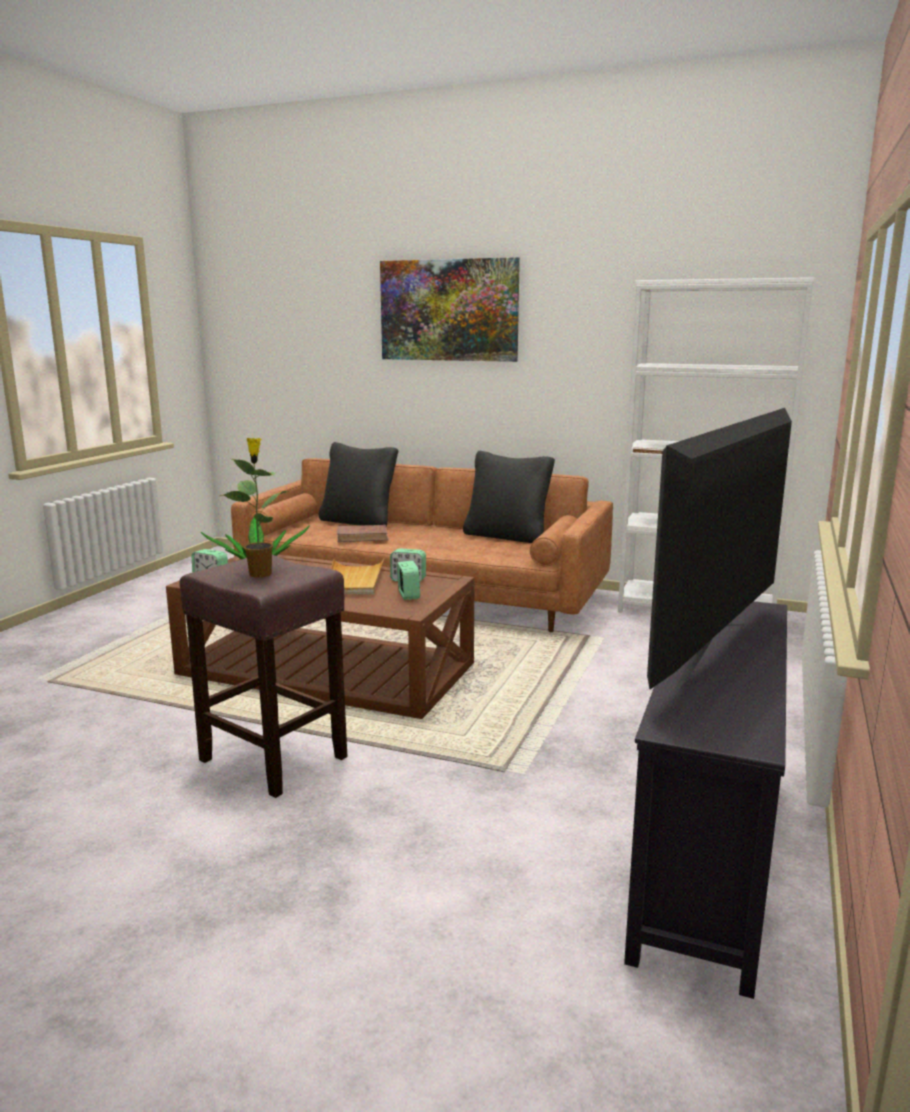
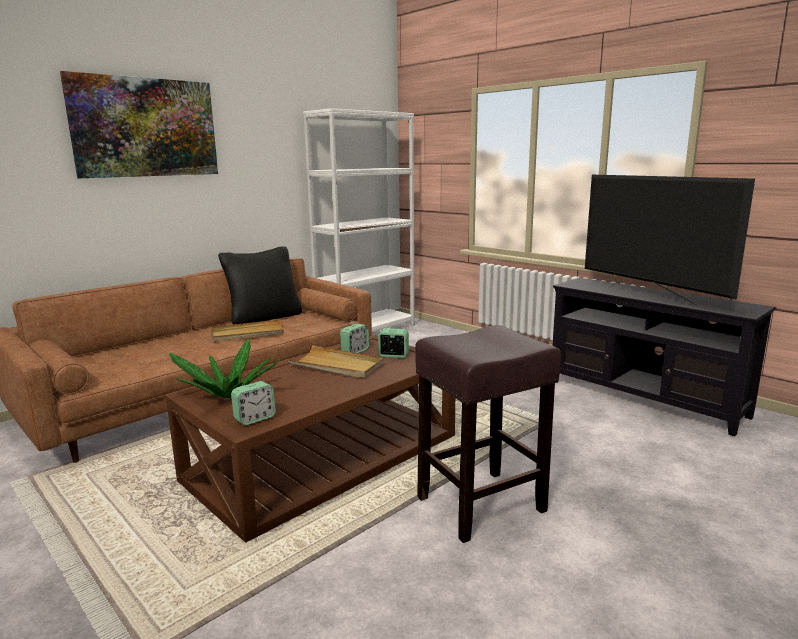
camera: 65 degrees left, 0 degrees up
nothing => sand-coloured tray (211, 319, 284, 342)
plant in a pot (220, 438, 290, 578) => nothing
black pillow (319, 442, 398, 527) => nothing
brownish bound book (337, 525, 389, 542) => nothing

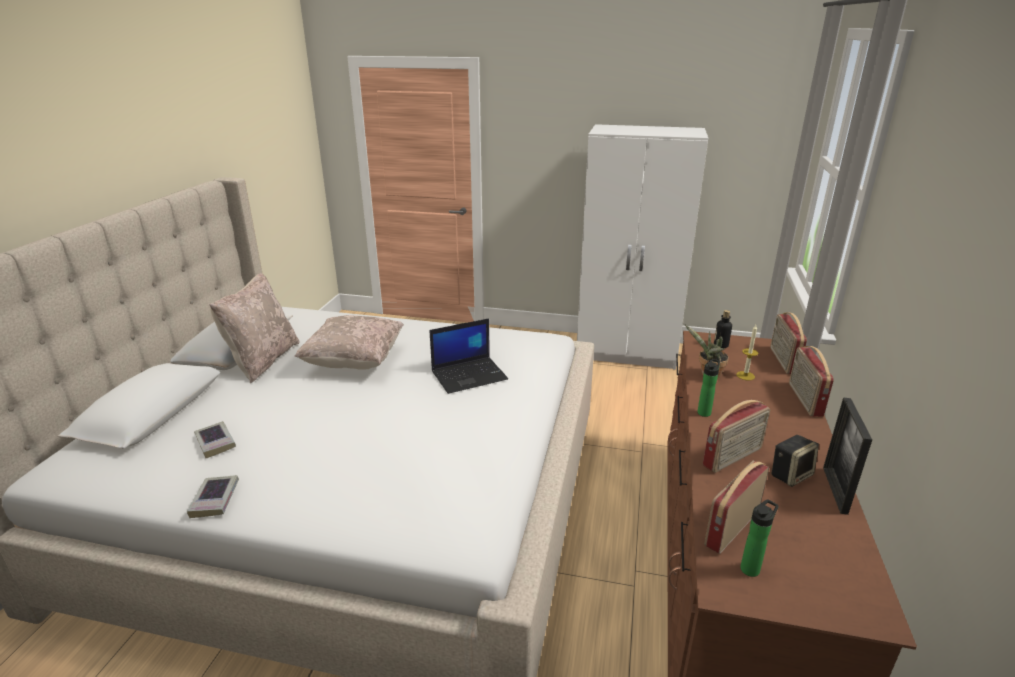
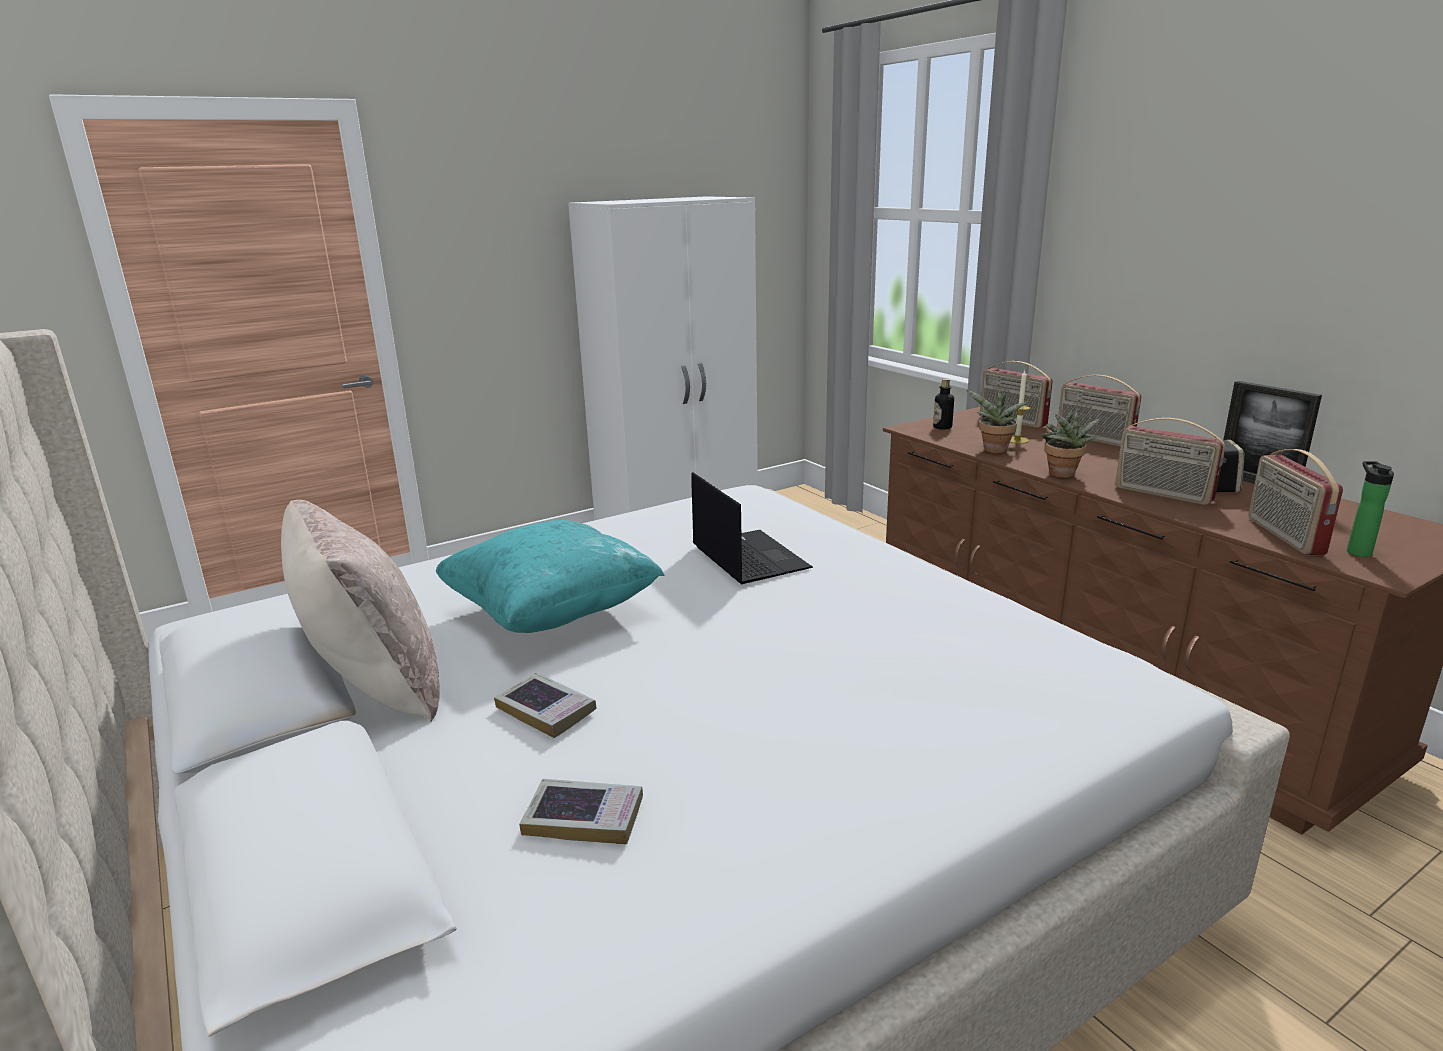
camera: 45 degrees left, 5 degrees down
sand-coloured pillow (294, 315, 404, 370) => turquoise-coloured pillow (436, 520, 665, 633)
bound book (187, 475, 239, 518) => bound book (494, 673, 597, 738), moved
portable computer (430, 318, 508, 394) => portable computer (691, 472, 813, 584), 45 degrees counterclockwise
bottle (697, 359, 720, 417) => plant in a pot (1041, 407, 1101, 478)
radio set (703, 400, 770, 473) => radio set (1115, 418, 1225, 505), 120 degrees clockwise

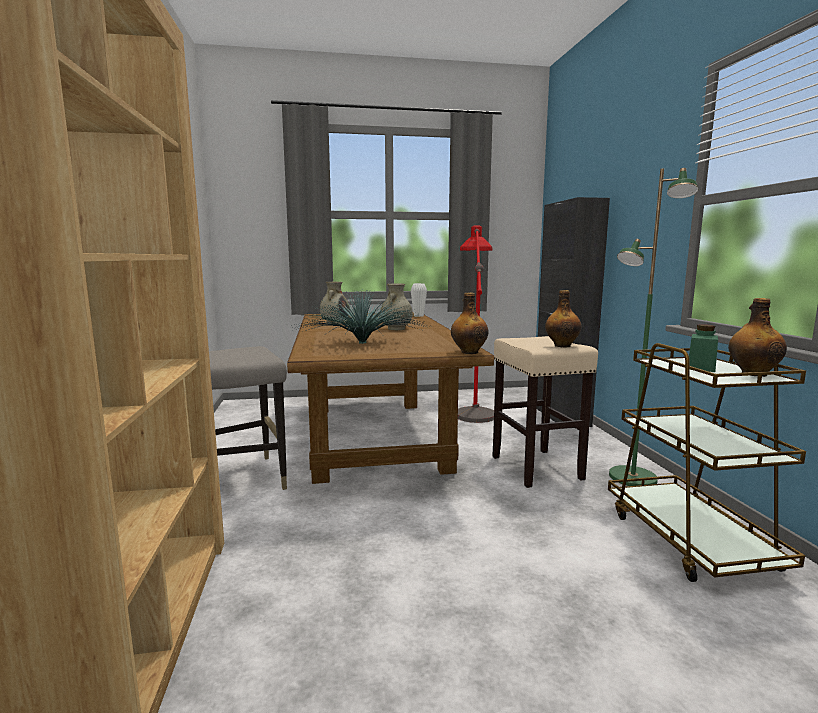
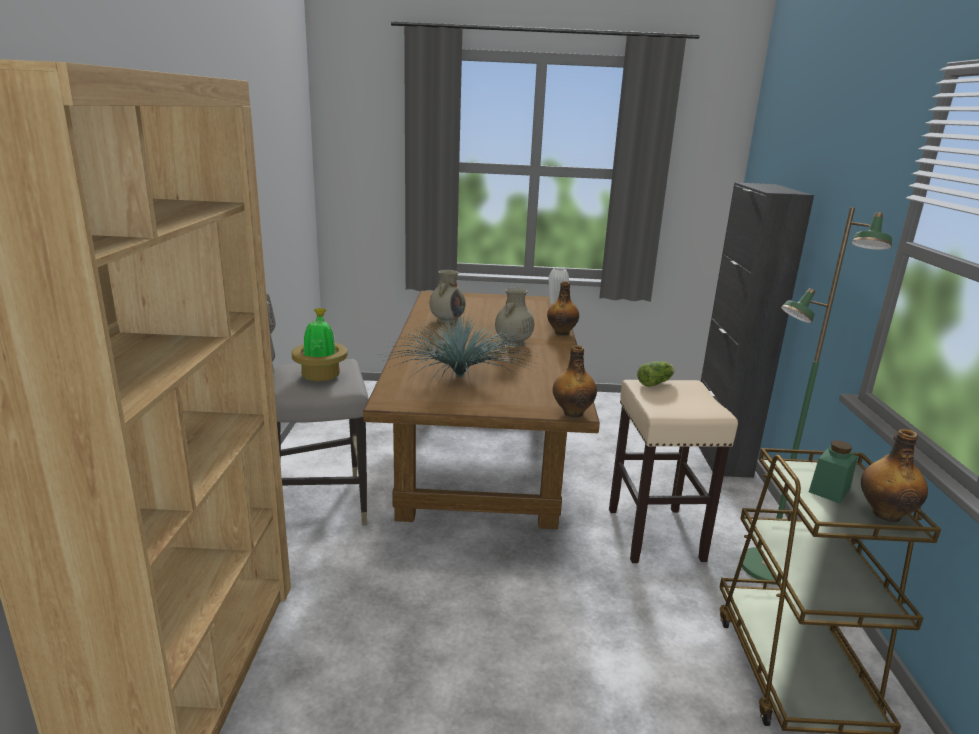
camera: 10 degrees right, 10 degrees up
nothing => plant in a pot (291, 308, 348, 381)
bottle (545, 290, 581, 348) => bottle (547, 282, 579, 335), moved
nothing => head of lettuce (637, 361, 675, 387)
reddish floor lamp (458, 225, 494, 423) => nothing

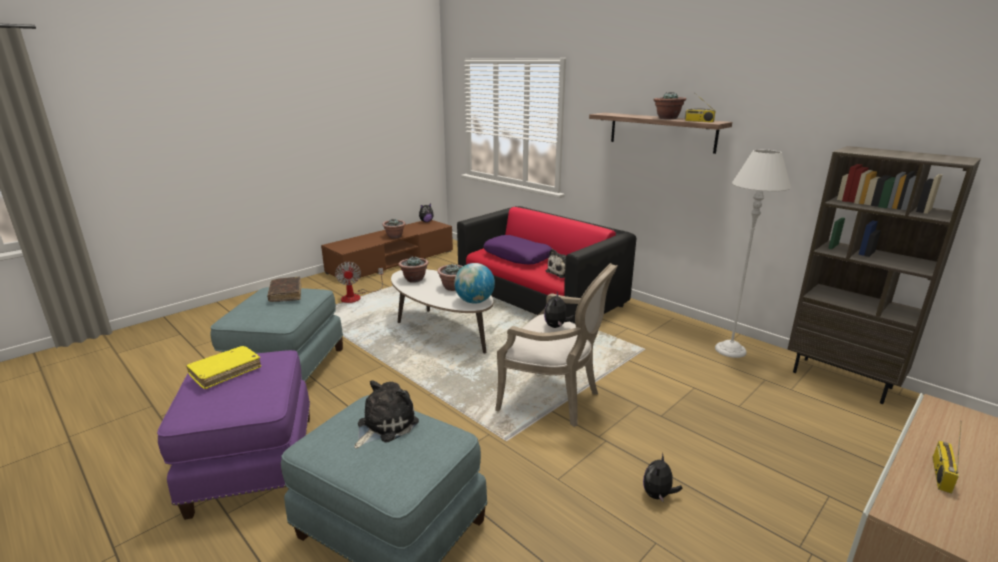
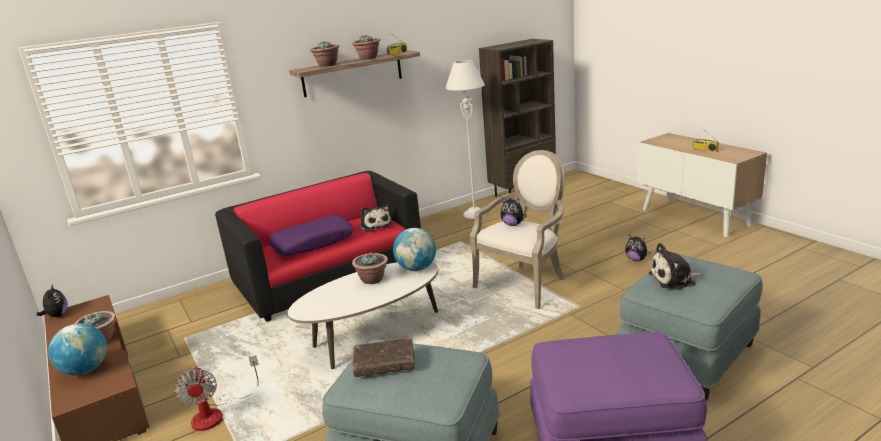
camera: 75 degrees left, 0 degrees up
nothing => globe (48, 323, 107, 375)
fan (335, 262, 383, 303) => fan (174, 355, 259, 431), 75 degrees clockwise
plant in a pot (399, 256, 429, 283) => plant in a pot (310, 41, 340, 67), moved
soft toy (354, 380, 419, 449) => soft toy (648, 243, 703, 290), 60 degrees counterclockwise
yellowish bound book (186, 346, 261, 389) => nothing

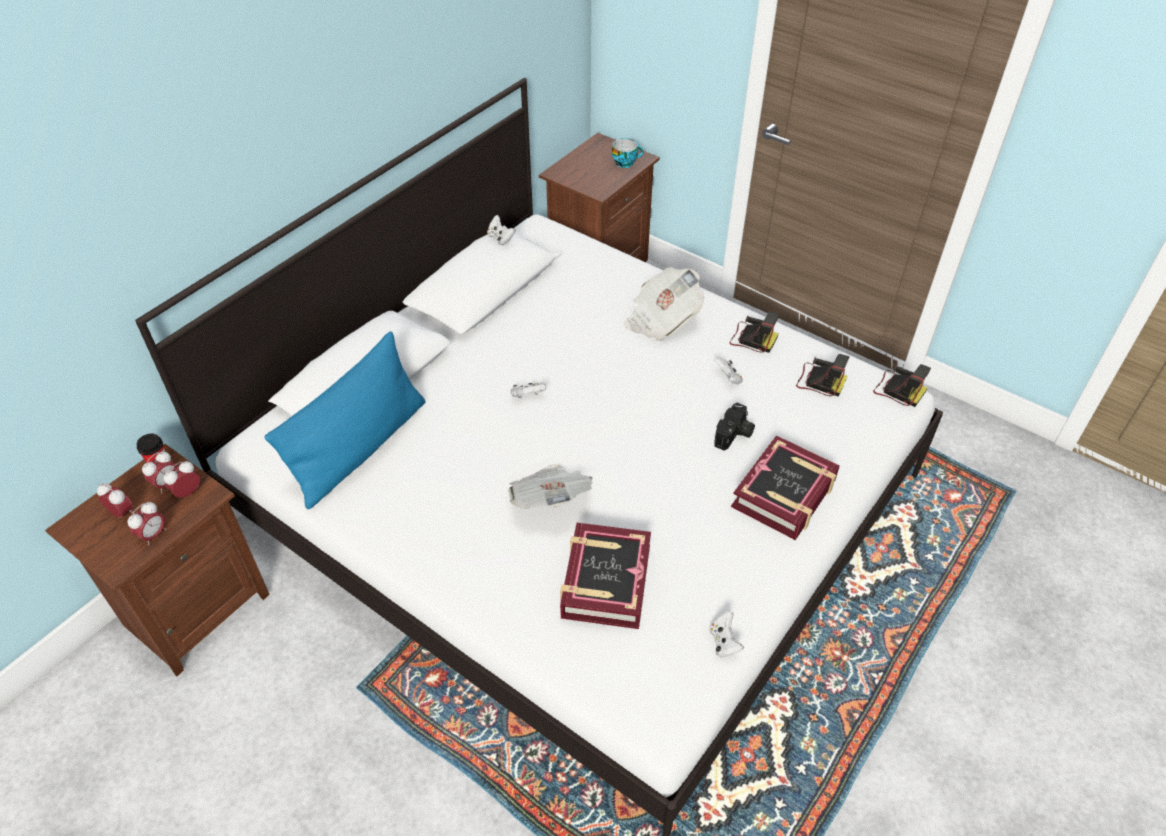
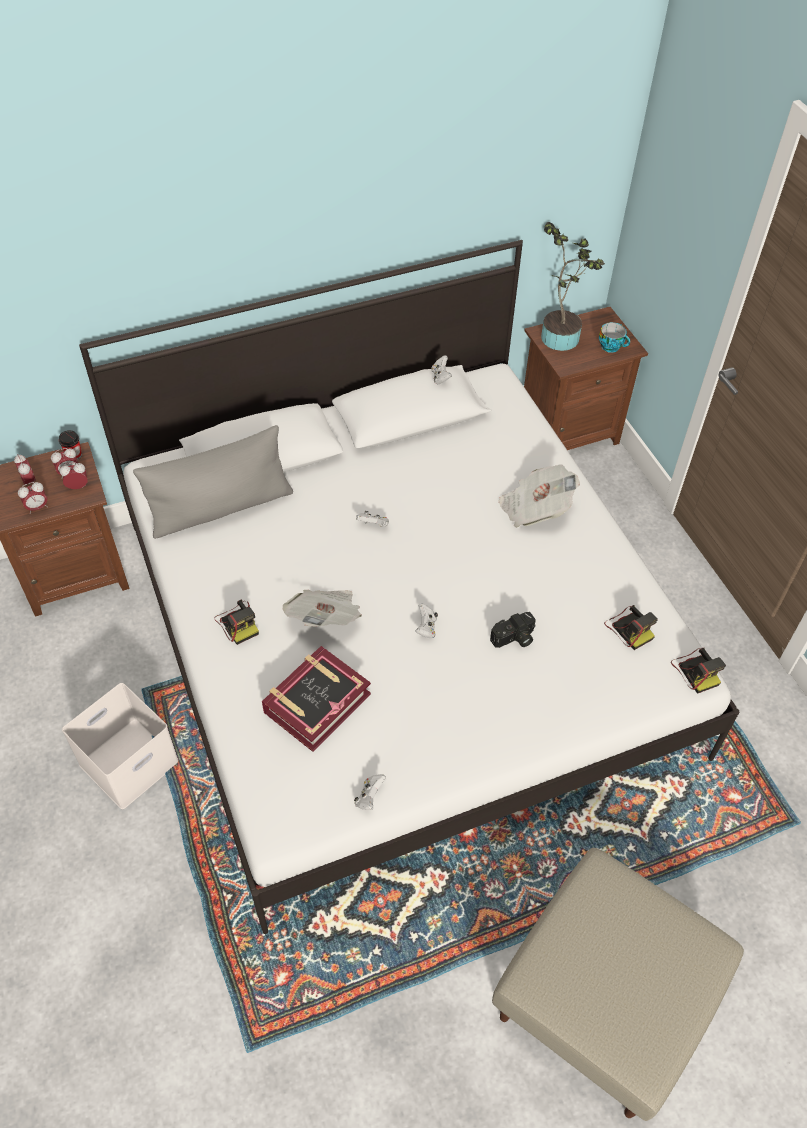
camera: 30 degrees right, 5 degrees up
nothing => whitish storage box (62, 683, 178, 809)
blue pillow (265, 331, 426, 509) => gray pillow (133, 425, 293, 539)
photo camera (729, 312, 779, 353) => photo camera (214, 599, 259, 645), moved
whitish gamepad (713, 356, 743, 384) => whitish gamepad (416, 603, 438, 638), moved
nothing => sand-coloured footrest (492, 848, 744, 1121)
nothing => plant in a pot (541, 222, 605, 351)
bound book (731, 435, 840, 540) => nothing

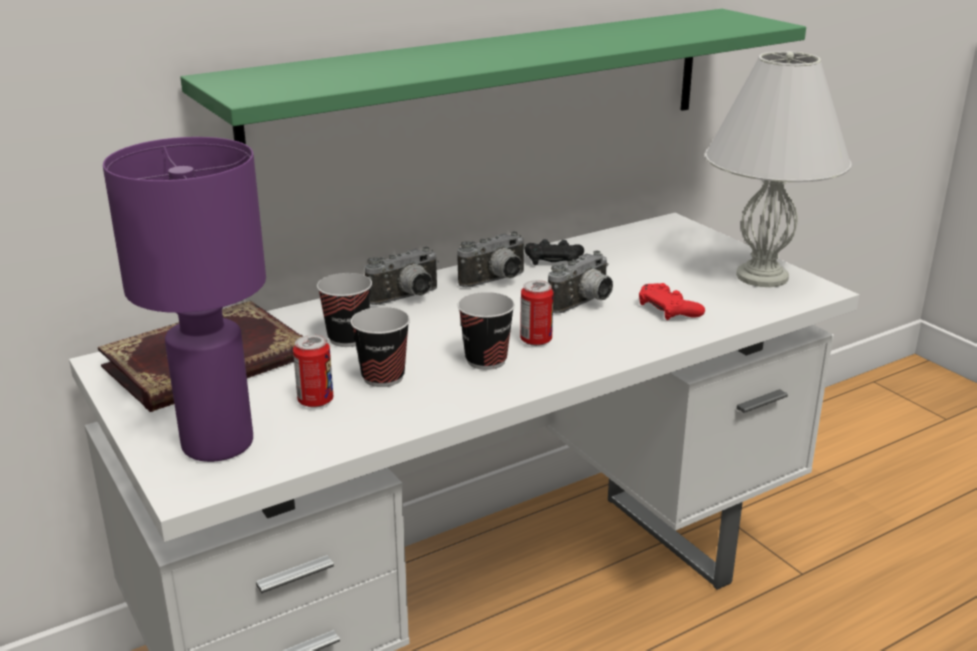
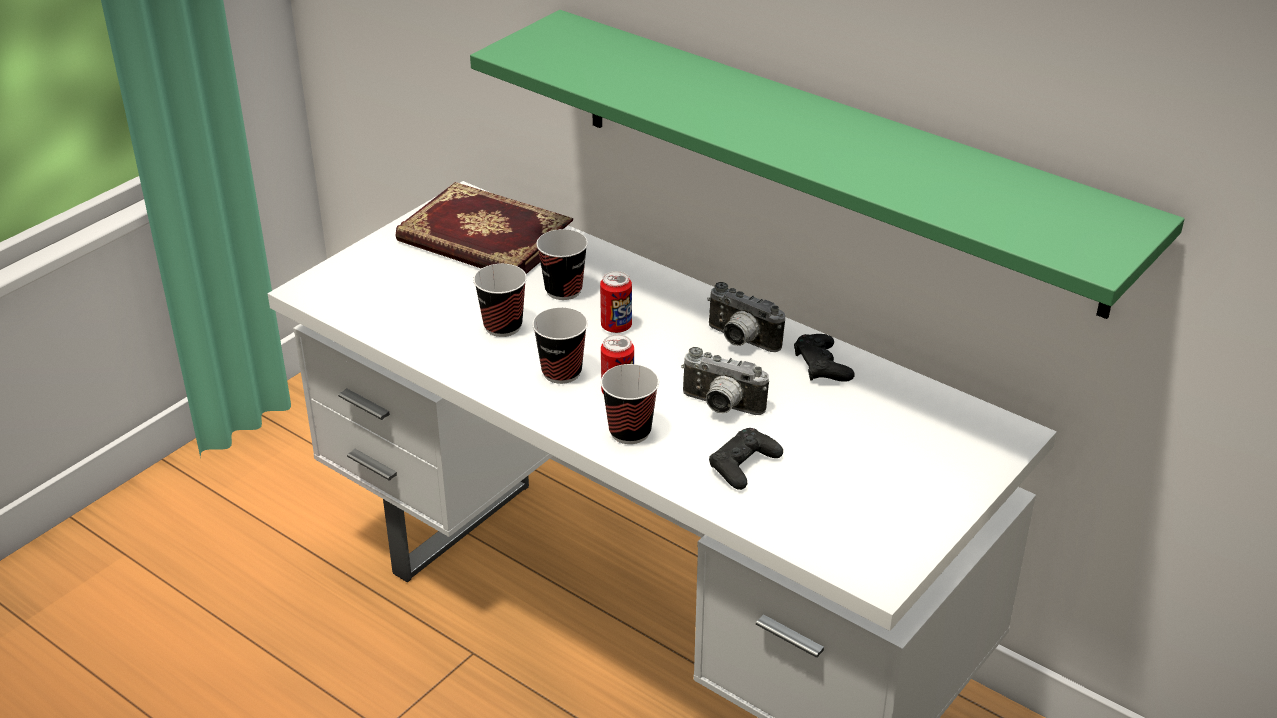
camera: 70 degrees right, 10 degrees up
metal can (293, 335, 333, 408) => metal can (600, 271, 632, 333), moved
nothing => drinking cup (601, 364, 659, 444)
reddish gamepad (639, 283, 705, 320) => black gamepad (709, 428, 783, 490)
purple lamp for a table (103, 137, 266, 462) => nothing
photo camera (365, 246, 439, 305) => nothing
whitish lamp for a table (705, 51, 851, 287) => nothing

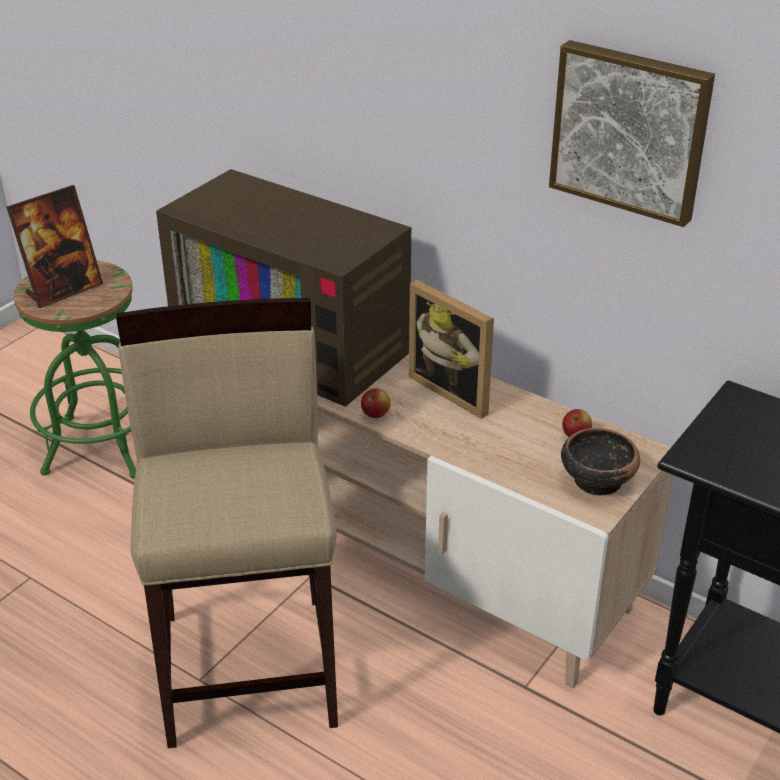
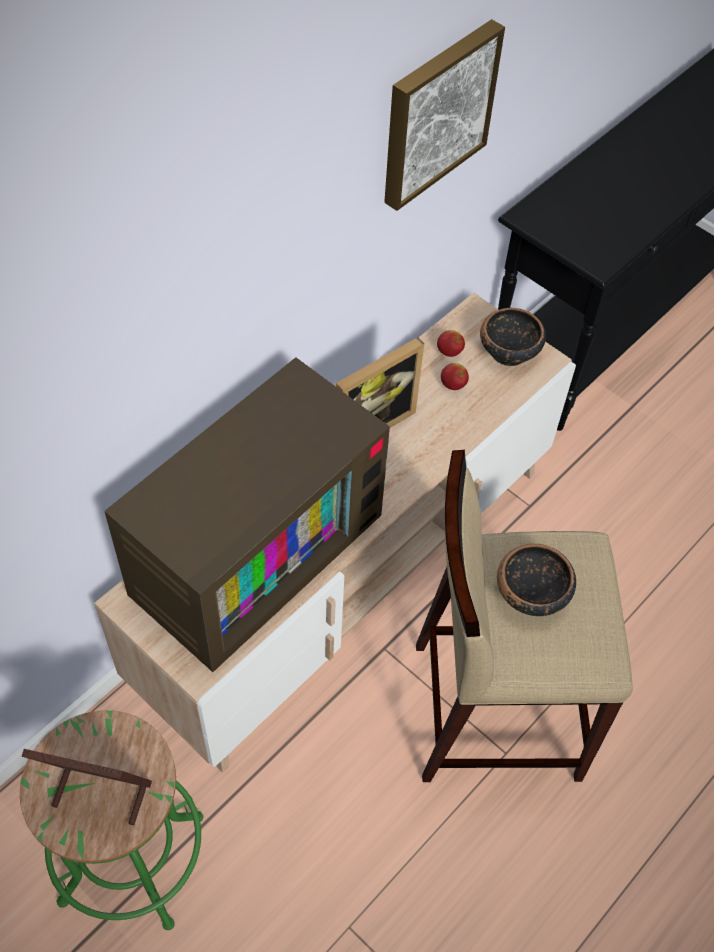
camera: 85 degrees left, 20 degrees up
photo frame (6, 185, 103, 308) => photo frame (22, 749, 152, 825), 45 degrees counterclockwise
apple (361, 389, 391, 418) => apple (441, 363, 469, 390), moved
nothing => deep dish (497, 544, 576, 616)

